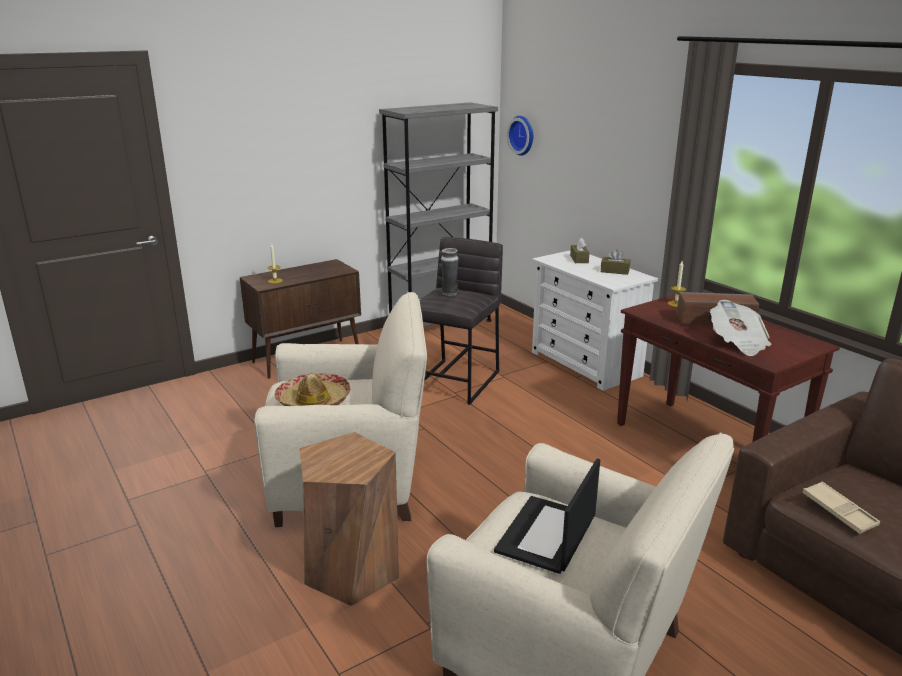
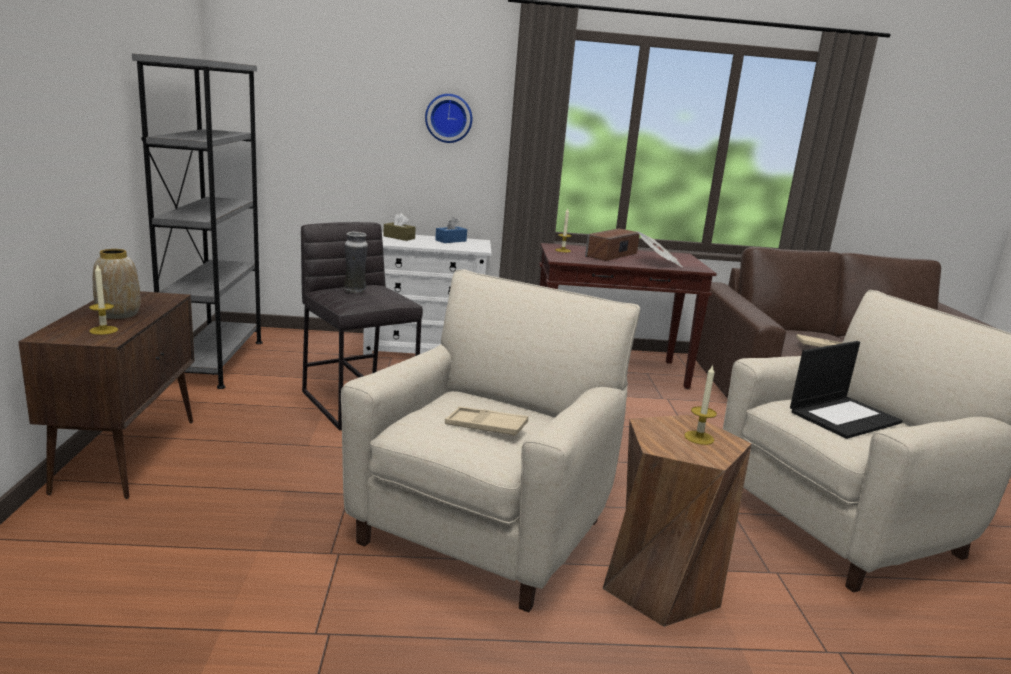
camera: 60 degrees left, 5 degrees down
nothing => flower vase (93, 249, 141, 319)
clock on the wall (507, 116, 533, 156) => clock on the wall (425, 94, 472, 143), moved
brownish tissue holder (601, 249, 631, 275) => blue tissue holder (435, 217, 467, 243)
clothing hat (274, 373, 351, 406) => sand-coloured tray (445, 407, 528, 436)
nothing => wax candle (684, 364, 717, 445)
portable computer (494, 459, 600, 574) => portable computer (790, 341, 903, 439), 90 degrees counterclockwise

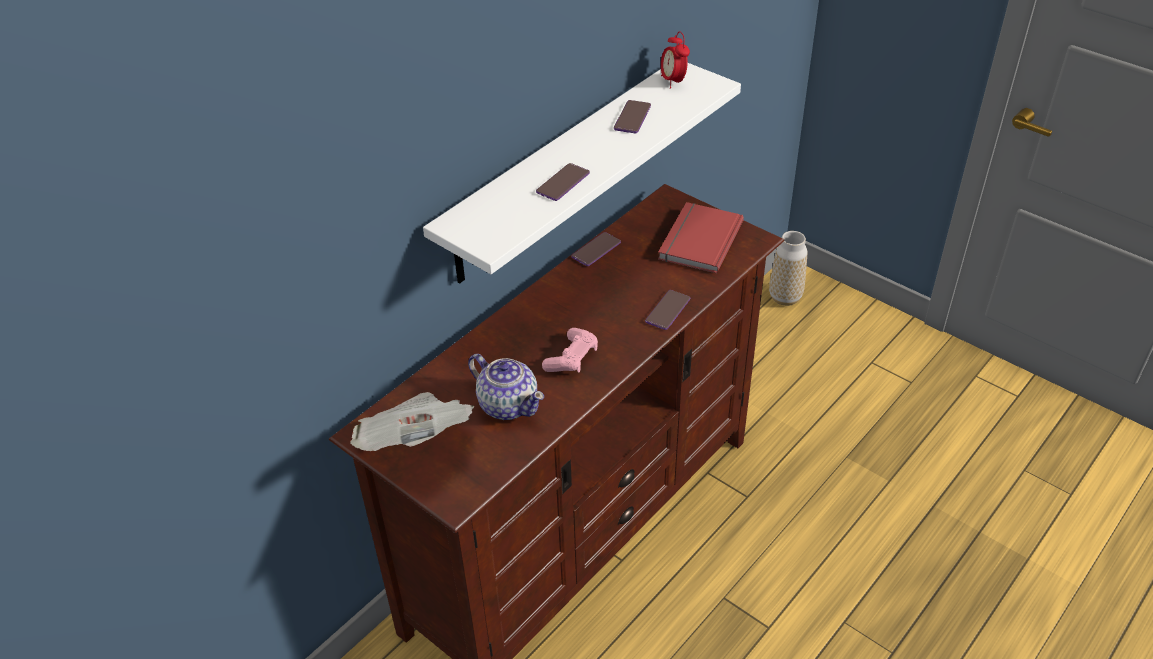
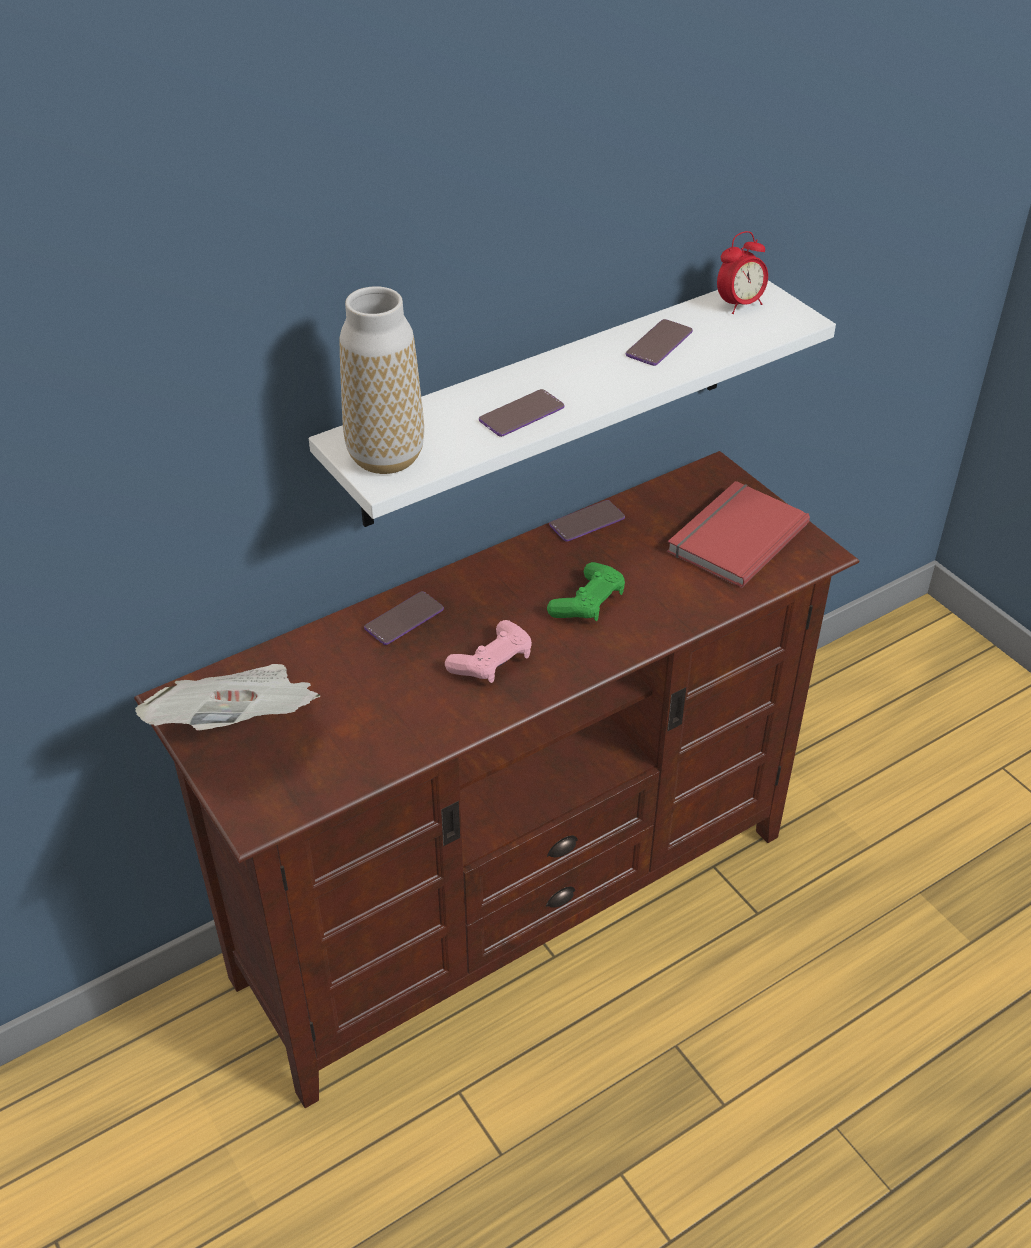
camera: 15 degrees right, 0 degrees up
flower vase (769, 231, 807, 306) => flower vase (340, 286, 424, 474), moved
telephone (645, 290, 690, 330) => telephone (364, 591, 444, 645), moved
nothing => green-coloured gamepad (547, 562, 625, 621)
bedside clock (661, 31, 690, 89) => bedside clock (717, 231, 768, 314), 120 degrees counterclockwise
teapot (468, 354, 544, 420) => nothing

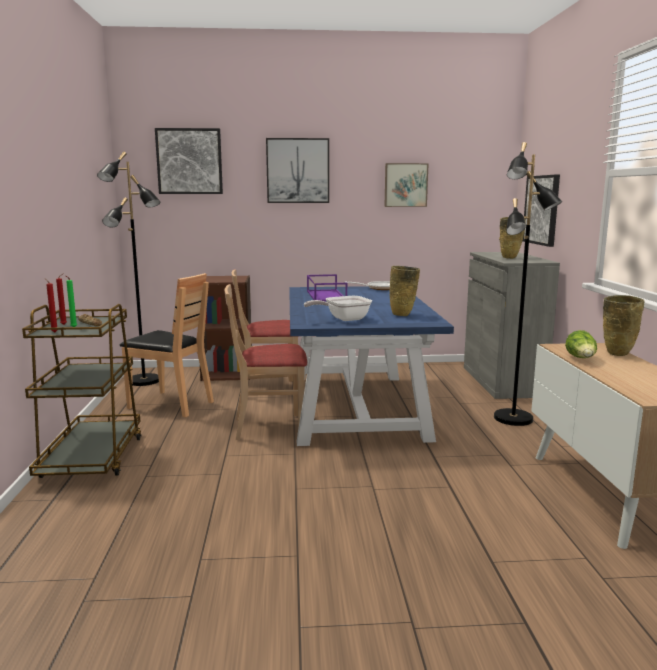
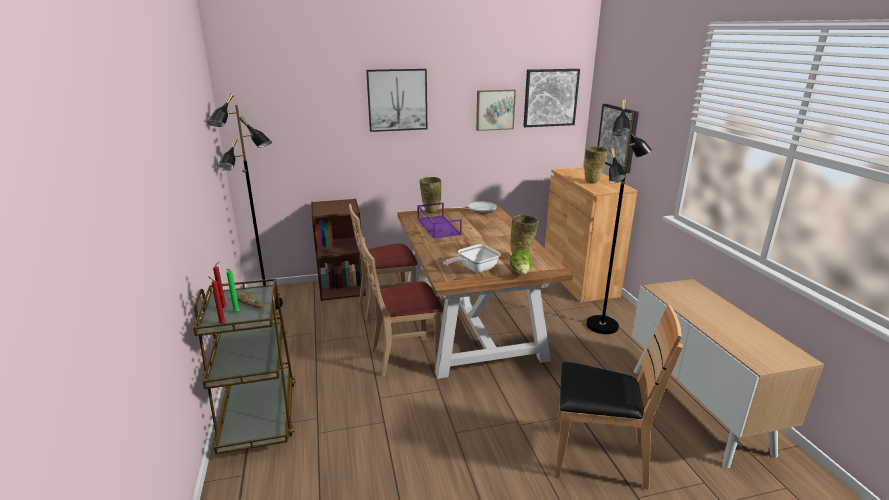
camera: 10 degrees left, 10 degrees up
blue dining table (289, 286, 454, 446) => brownish dining table (398, 204, 573, 379)
sand-coloured flower vase (603, 295, 645, 356) => sand-coloured flower vase (420, 177, 441, 213), moved
head of lettuce (565, 330, 597, 358) => head of lettuce (510, 250, 532, 275), moved
picture (155, 128, 223, 194) => picture (523, 69, 580, 127), moved
gray storage cabinet (464, 252, 560, 399) => brownish storage cabinet (545, 167, 637, 302)
brownish plain chair (120, 273, 214, 417) => brownish plain chair (555, 304, 683, 489), moved

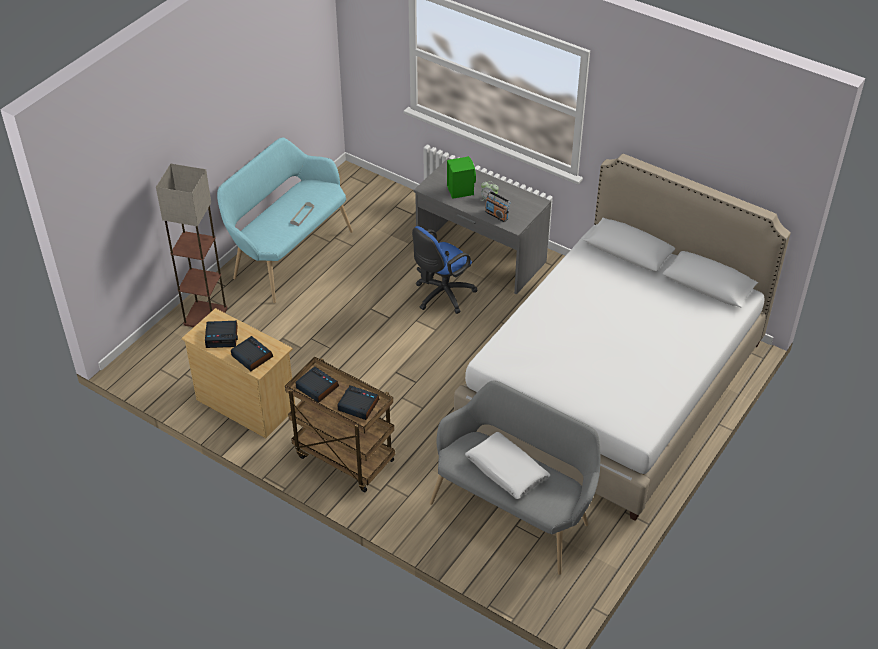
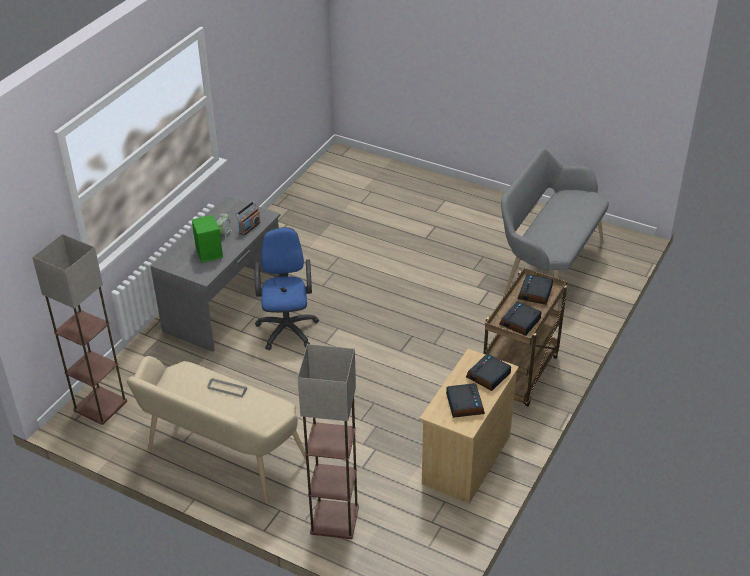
camera: 95 degrees left, 5 degrees down
nothing => floor lamp (32, 234, 127, 425)
turquoise-coloured long seat (217, 137, 353, 303) => sand-coloured long seat (127, 356, 306, 504)
blue computer chair (412, 226, 478, 314) => blue computer chair (255, 227, 319, 350), 135 degrees counterclockwise
whitish bedroom bed (454, 154, 791, 521) => nothing
whitish pillow (465, 432, 550, 499) => nothing

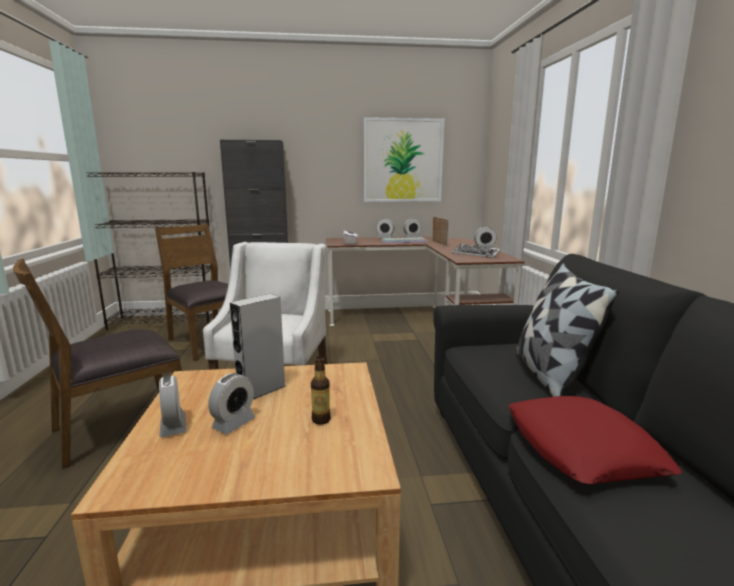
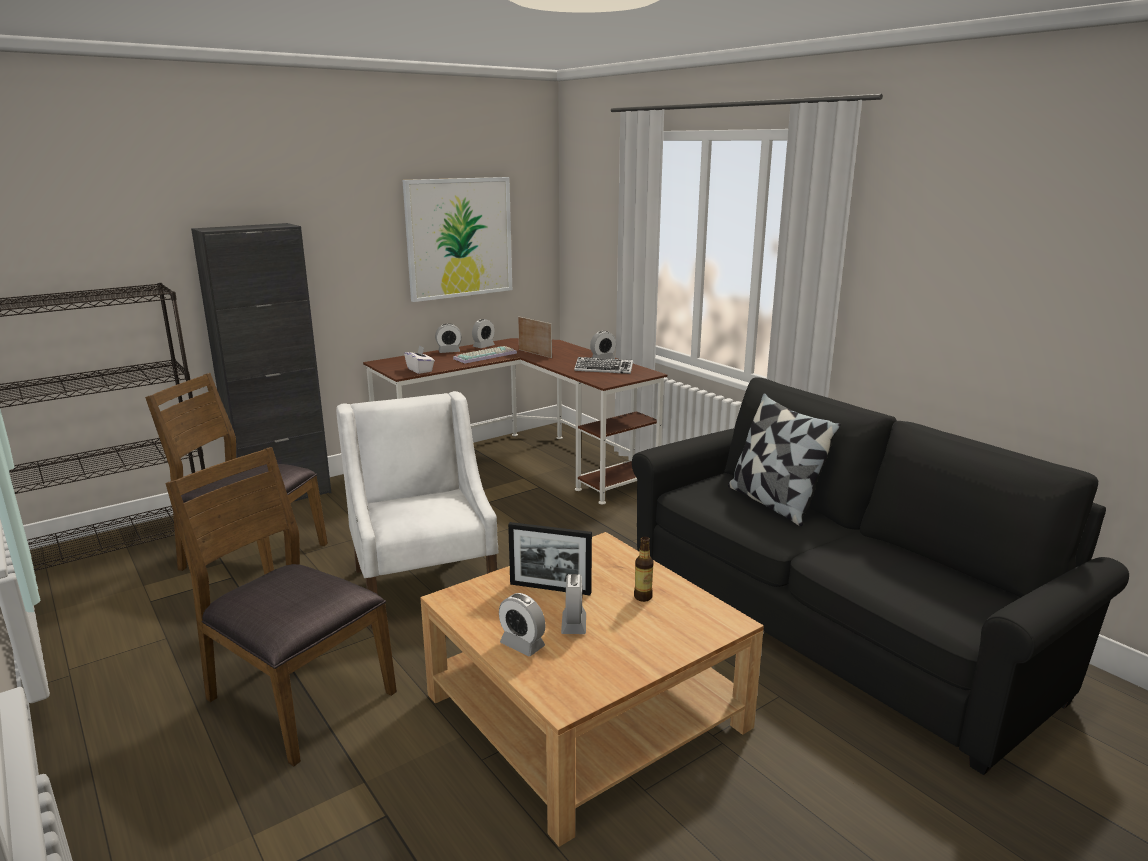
camera: 30 degrees left, 5 degrees up
brownish plain chair (13, 259, 182, 469) => brownish plain chair (166, 447, 397, 767), 105 degrees clockwise
gray loudspeaker (230, 294, 286, 399) => photo frame (508, 522, 592, 595)
reddish pillow (509, 396, 682, 484) => nothing

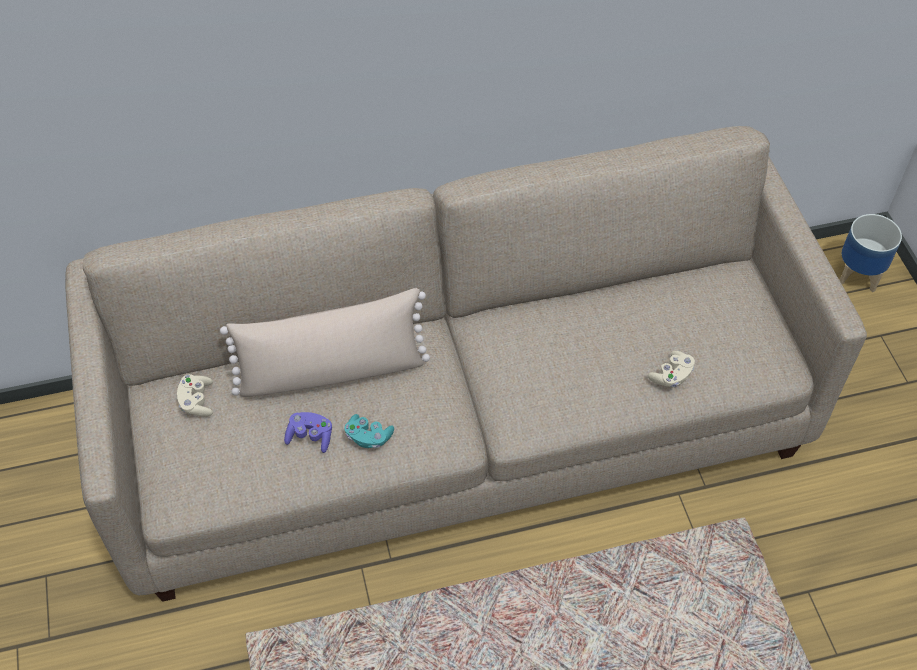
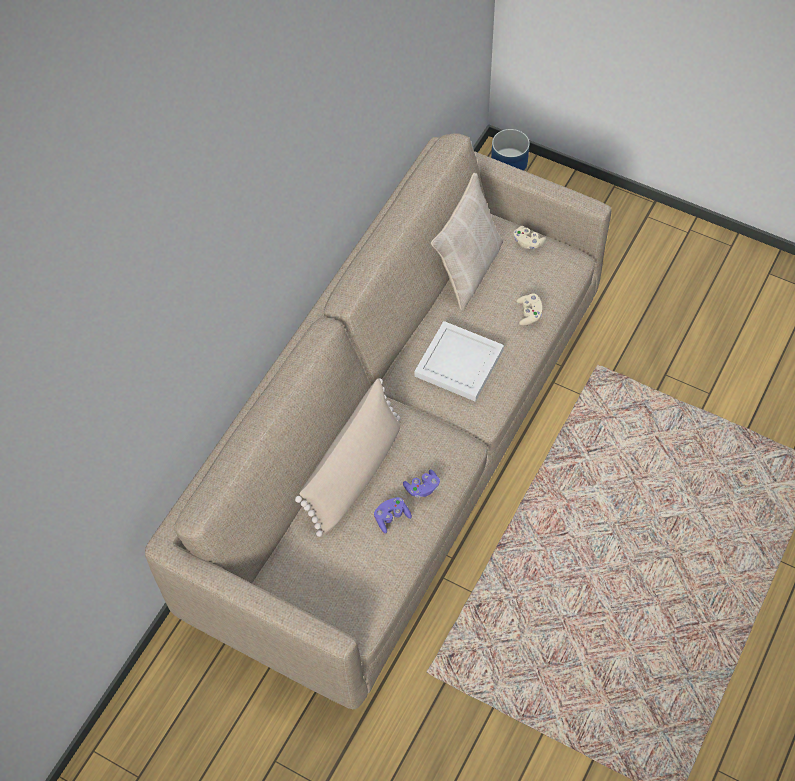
camera: 45 degrees left, 5 degrees up
turquoise-coloured gamepad (344, 414, 394, 449) => purple gamepad (403, 470, 440, 498)
nothing => whitish tray (414, 321, 504, 402)
nothing => sand-coloured pillow (431, 173, 503, 310)
sand-coloured gamepad (177, 374, 213, 417) => sand-coloured gamepad (514, 226, 546, 249), moved

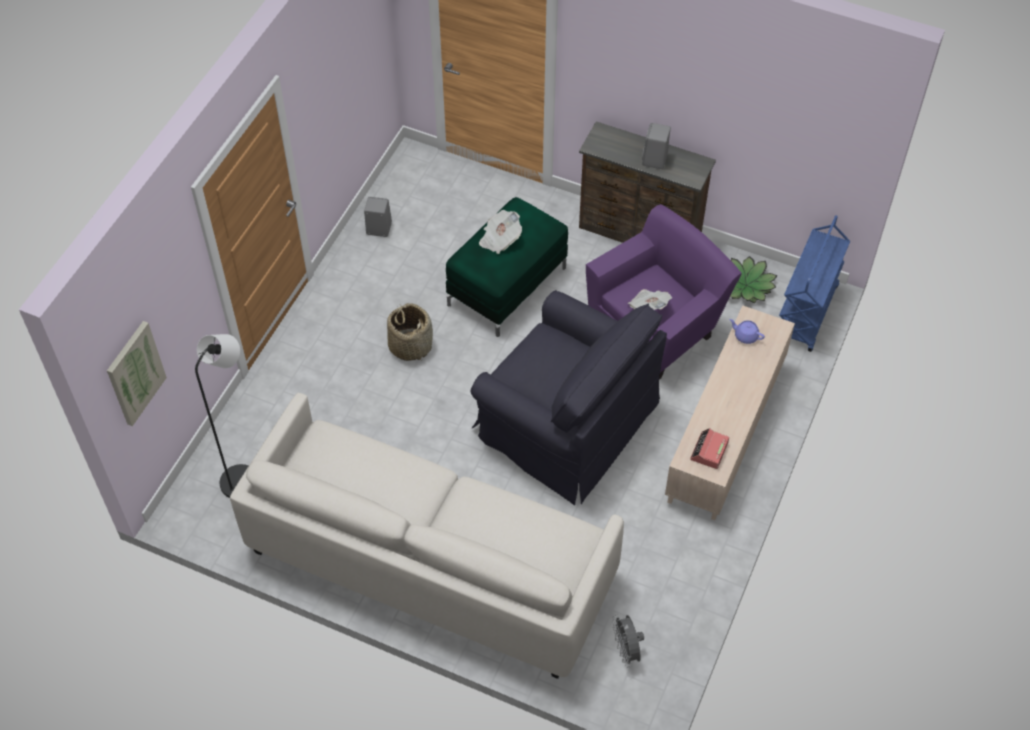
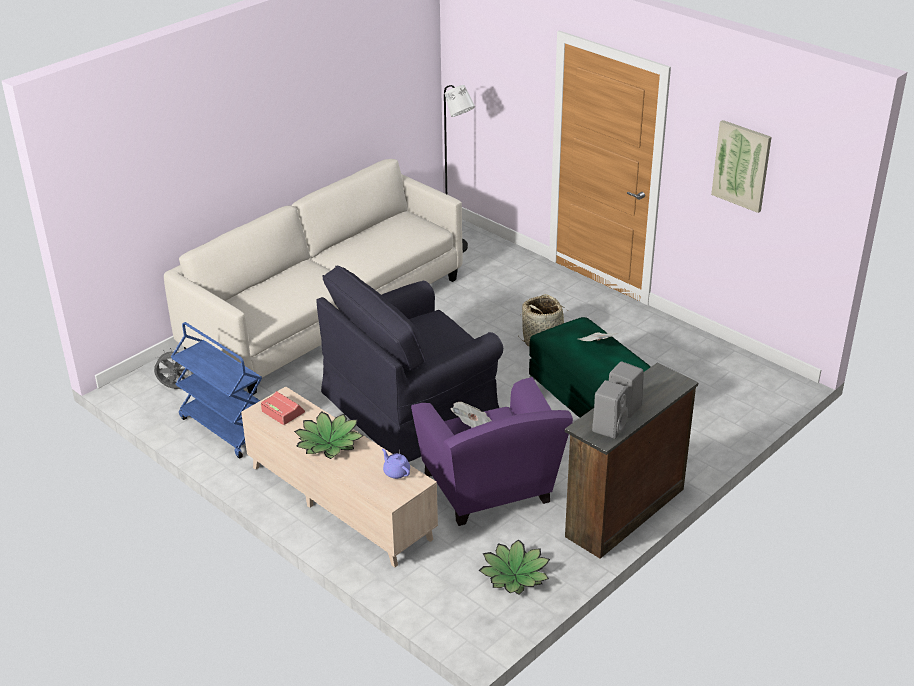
camera: 110 degrees right, 20 degrees down
blue cart (779, 215, 850, 352) => blue cart (171, 322, 262, 459), moved
nothing => plant in a pot (294, 411, 364, 459)
purple teapot (729, 319, 765, 344) => purple teapot (382, 449, 410, 479), 90 degrees counterclockwise
gray loudspeaker (364, 197, 392, 237) => gray loudspeaker (592, 380, 628, 439), moved
picture (107, 321, 167, 426) => picture (711, 120, 772, 213), moved

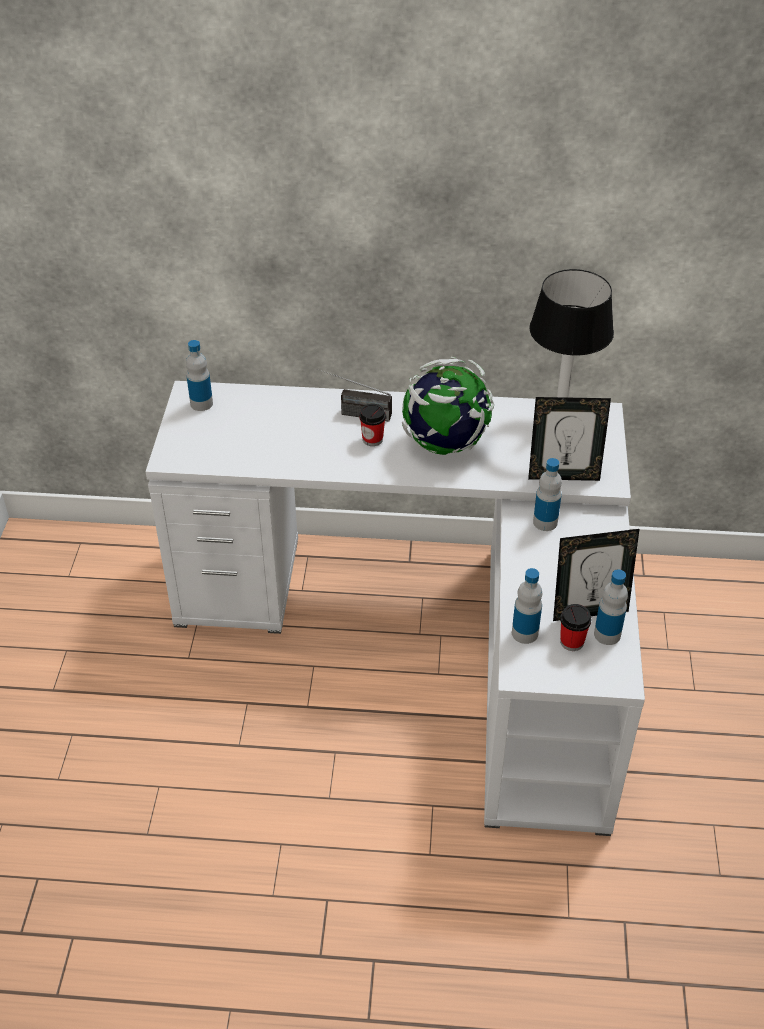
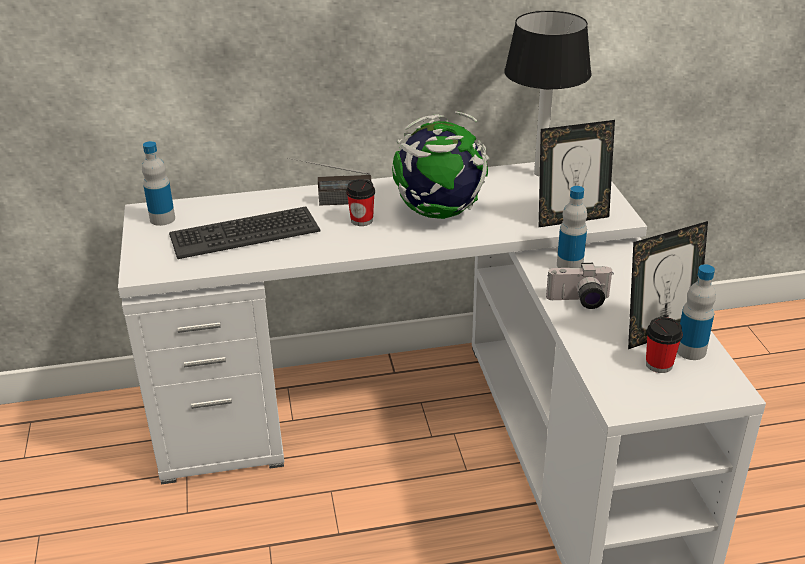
camera: 15 degrees left, 10 degrees down
nothing => computer keyboard (169, 206, 321, 259)
nothing => photo camera (546, 263, 614, 309)
bottle (512, 568, 542, 644) => nothing

